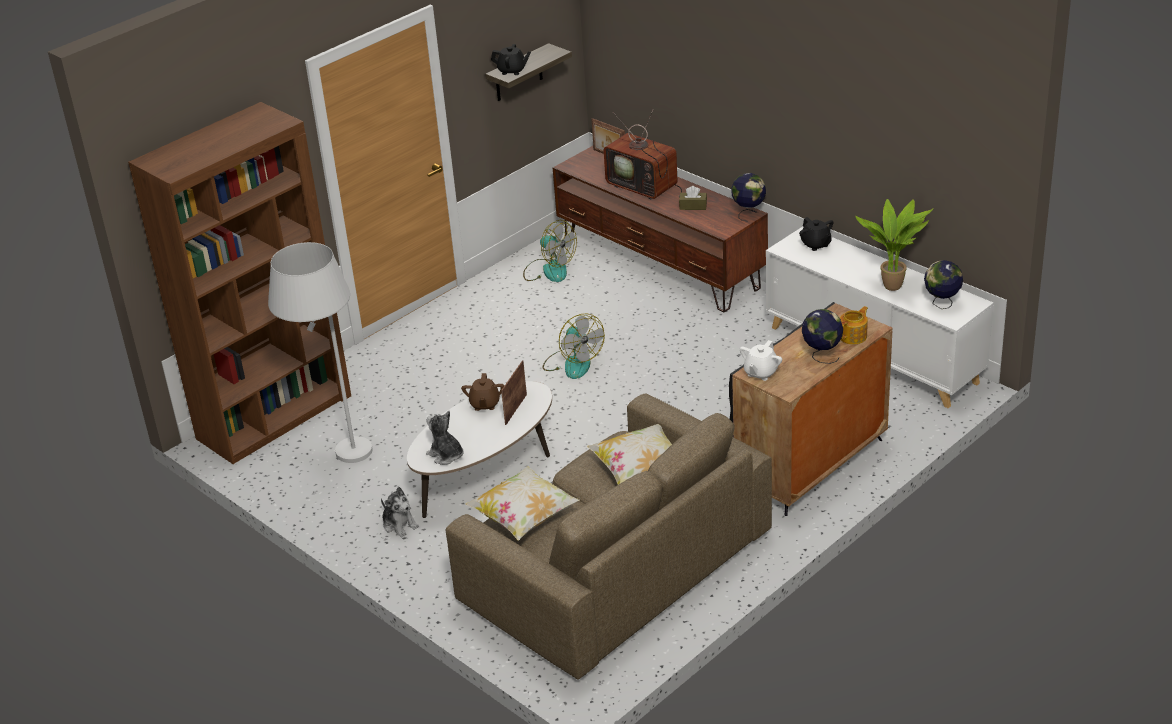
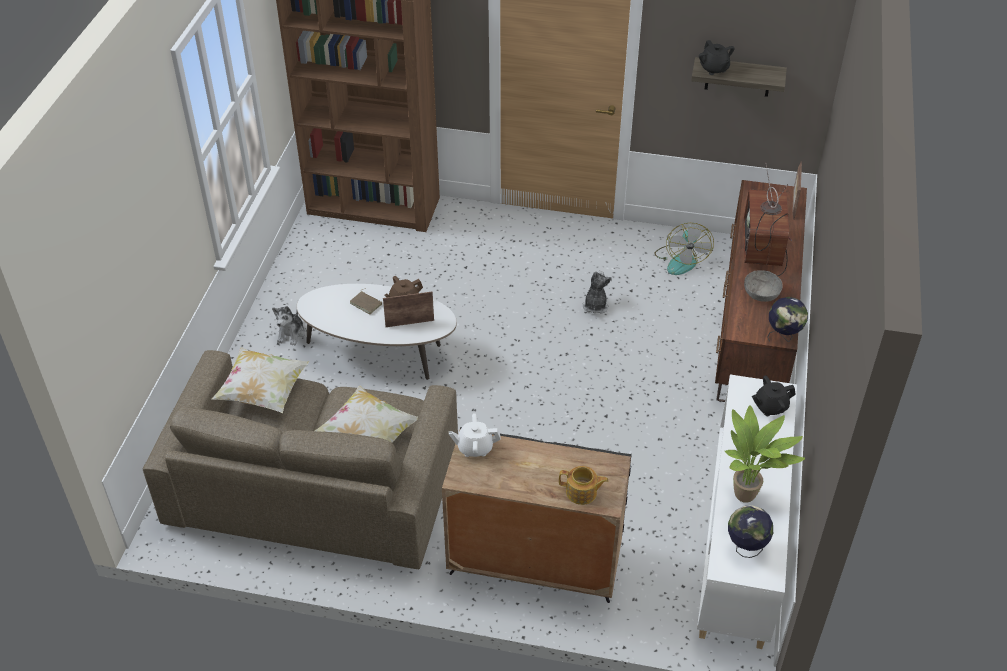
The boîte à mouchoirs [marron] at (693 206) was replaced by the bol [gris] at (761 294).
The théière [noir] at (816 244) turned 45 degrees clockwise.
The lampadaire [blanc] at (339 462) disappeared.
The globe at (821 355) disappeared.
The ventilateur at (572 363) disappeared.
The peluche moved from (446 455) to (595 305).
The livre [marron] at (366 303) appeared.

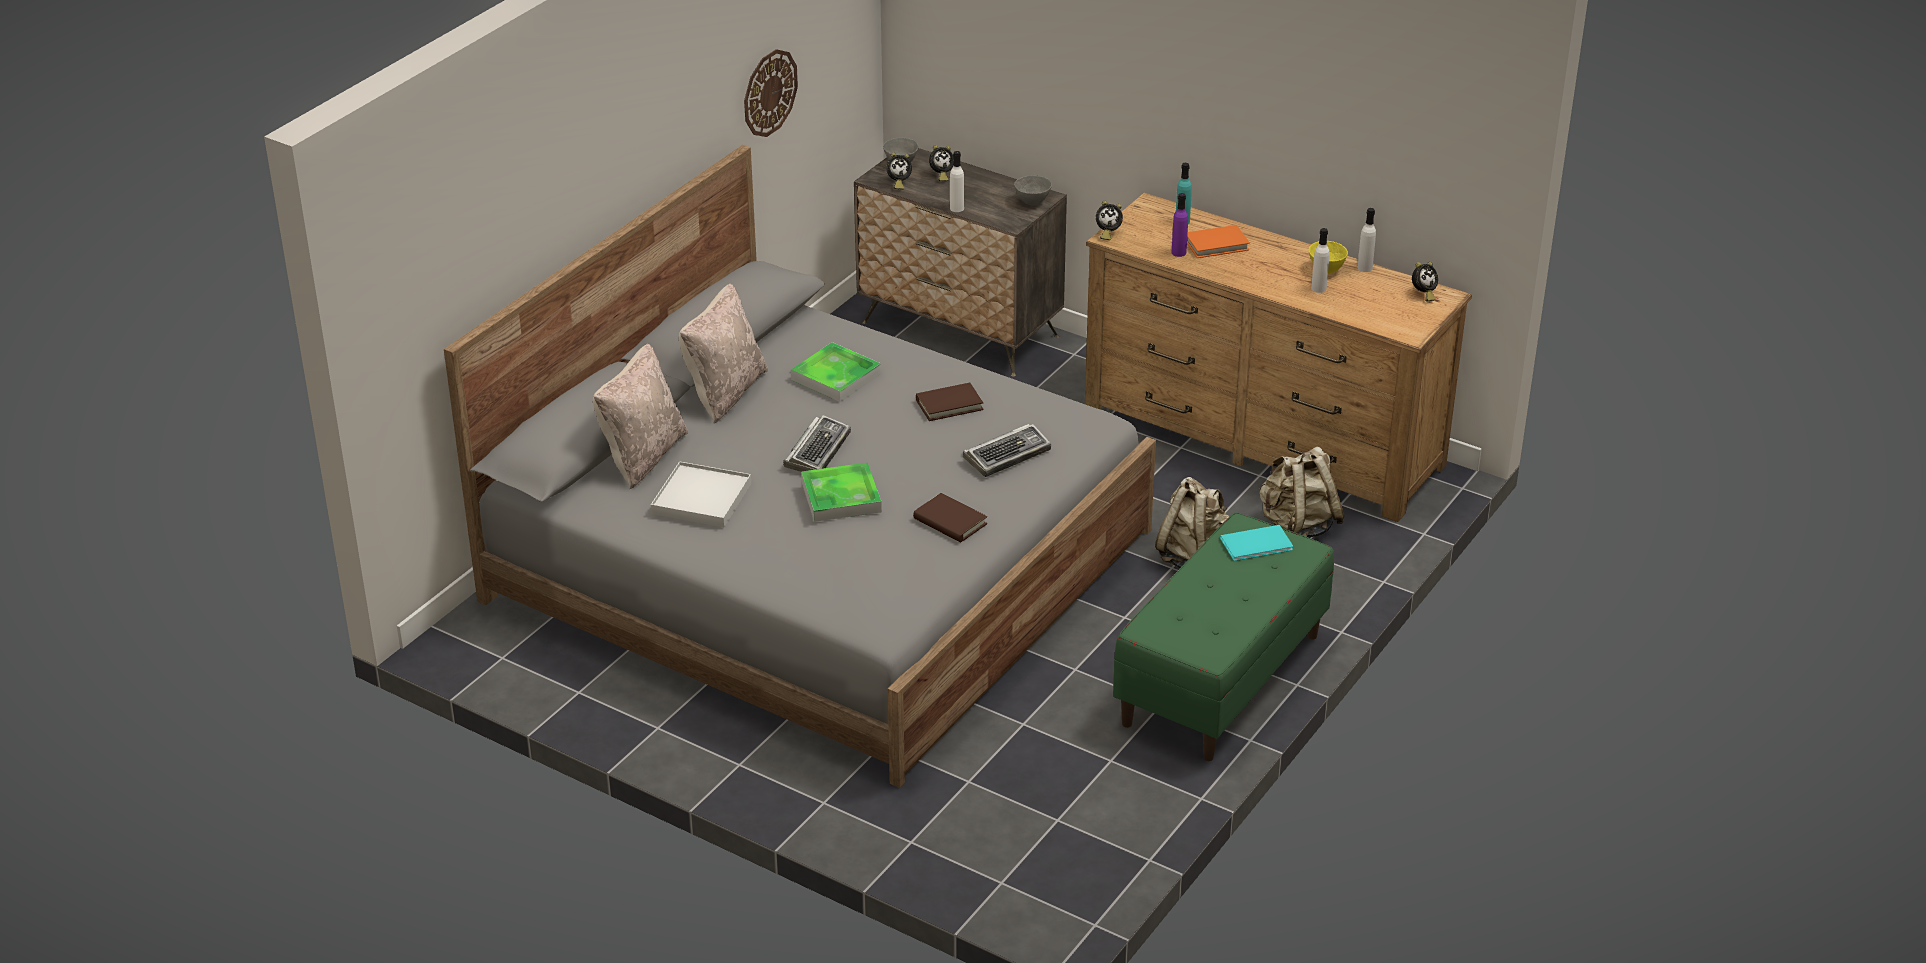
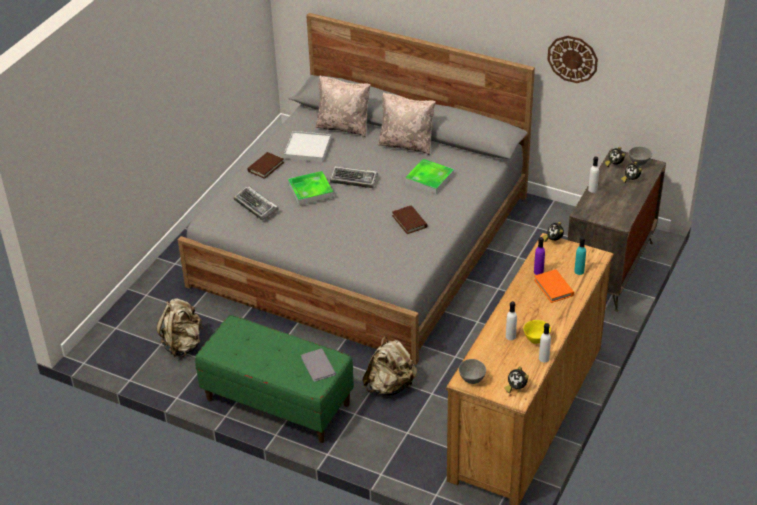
The bol [gris] moved from (1032 202) to (471 380).
The clavier moved from (1007 455) to (256 206).
The sac à dos [beige] moved from (1297 526) to (183 344).
The livre [marron] moved from (950 521) to (265 167).
The livre [turquoise] at (1258 544) became the livre [gris] at (317 366).

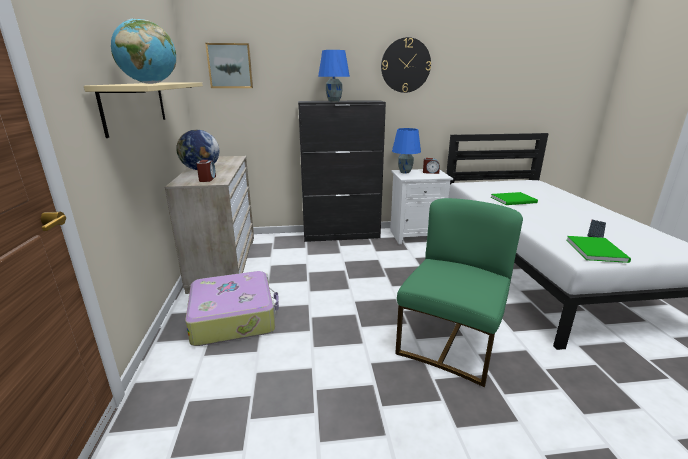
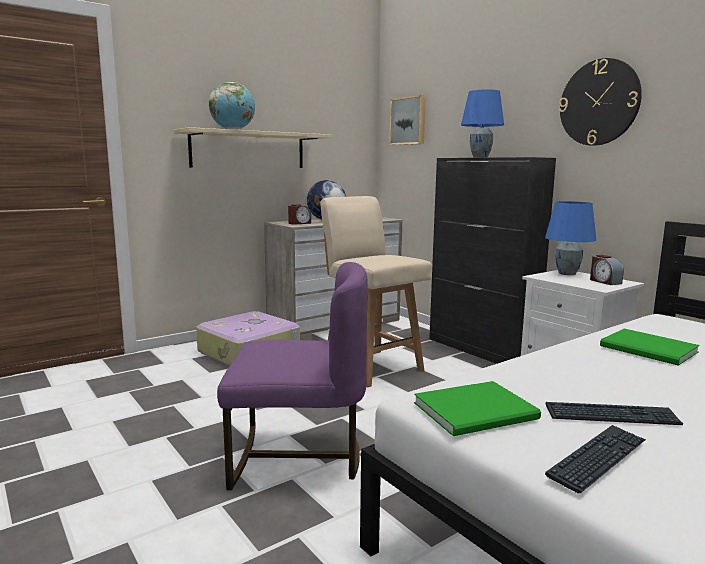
The chaise [vert] at (450 343) became the chaise [violet] at (298 457).
The chaise [beige] at (371 366) appeared.
The clavier at (598 459) appeared.

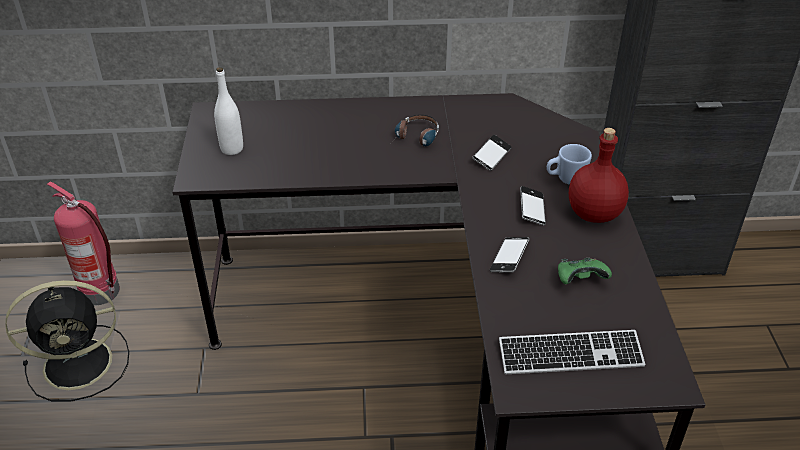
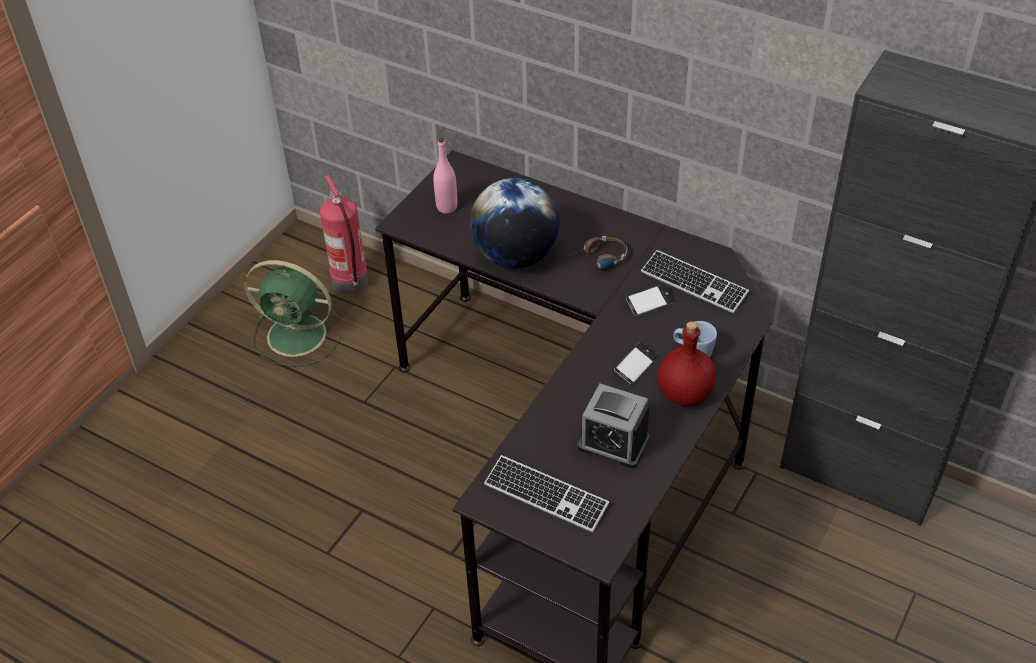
The bouteille [blanc] at (232 149) became the bouteille [rose] at (447 207).
The téléphone at (509 258) disappeared.
The manette [vert] at (580 280) was replaced by the réveil at (613 443).
The ventilateur [noir] at (81 363) became the ventilateur [vert] at (299 335).
The globe at (516 256) appeared.
The clavier at (693 283) appeared.

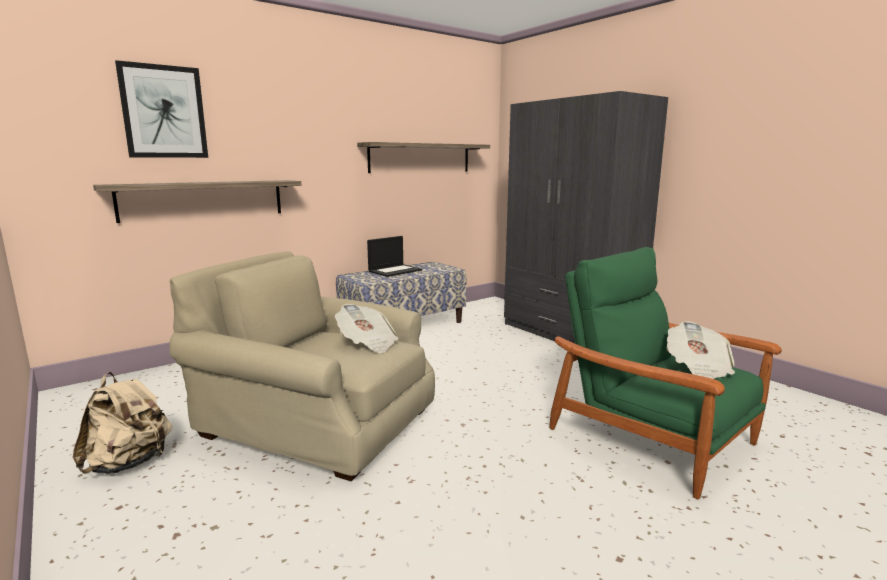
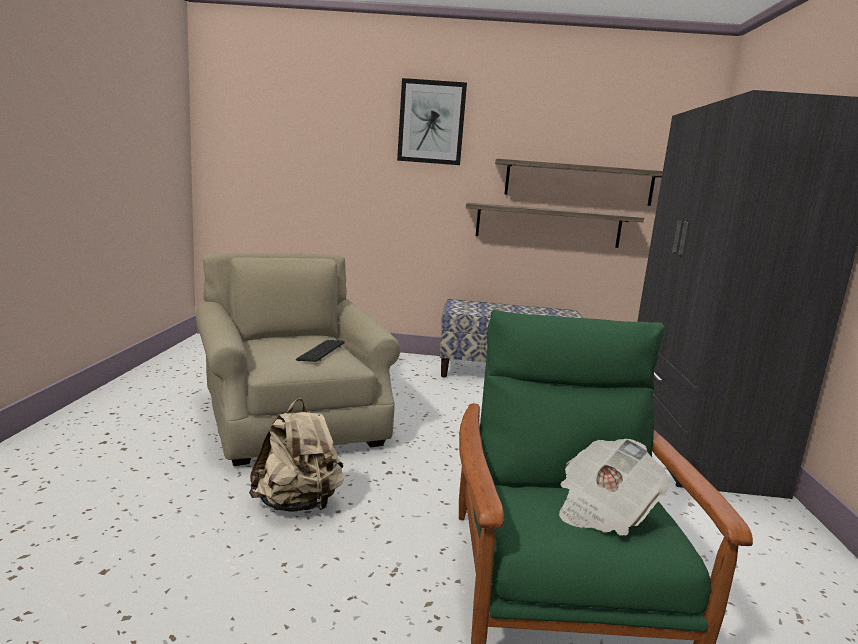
The tableau moved from (164 112) to (431 122).
The étagère moved from (203 200) to (548 225).
The ordinateur portable at (395 270) disappeared.
The journal at (367 343) was replaced by the clavier at (321 352).
The sac à dos [beige] moved from (129 463) to (298 503).

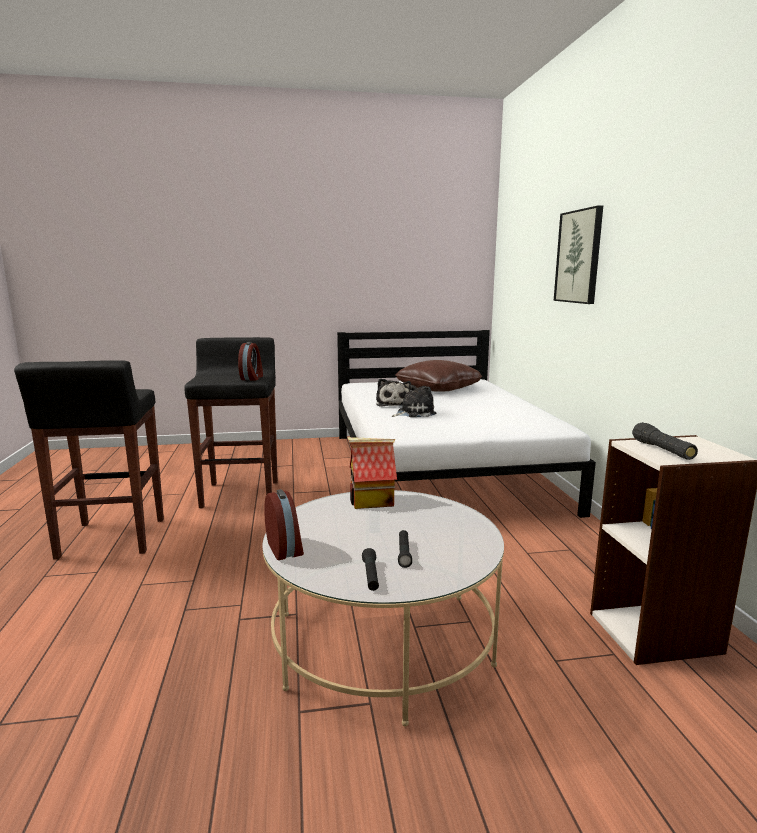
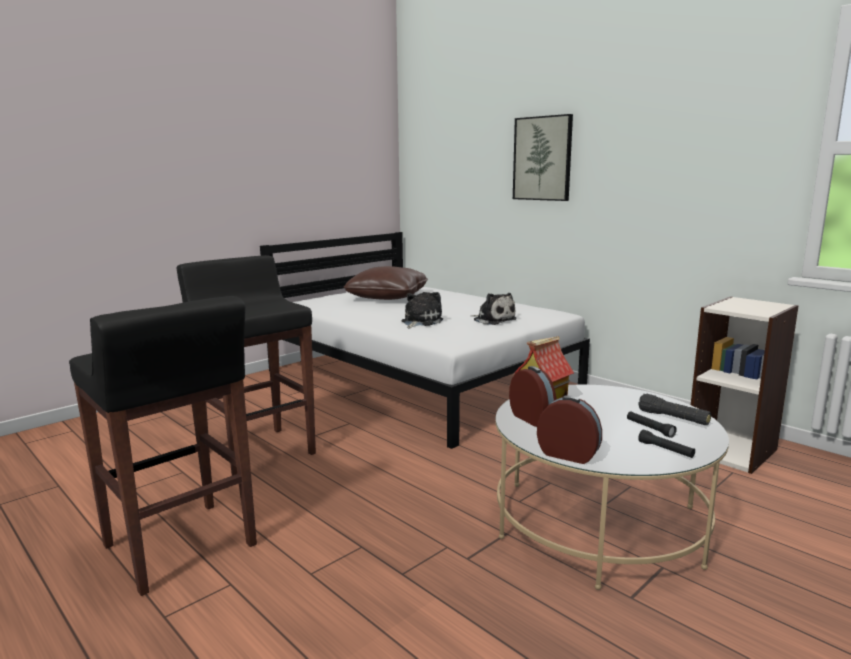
The réveil moved from (252 378) to (533 418).
The peluche moved from (393 403) to (493 320).
The lampe de poche [noir] moved from (662 450) to (673 418).

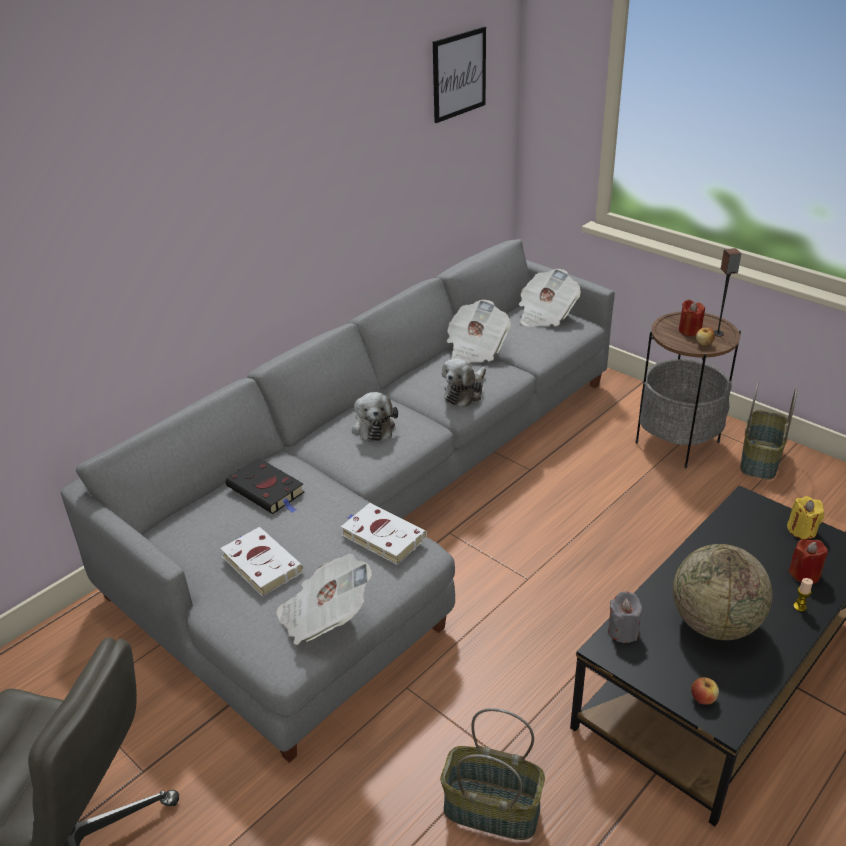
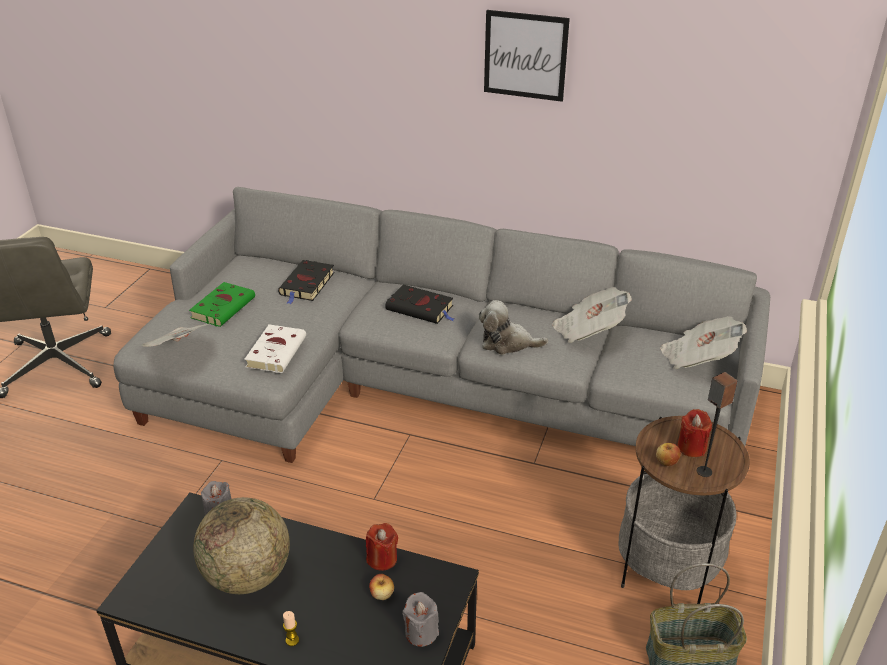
The tableau moved from (459 74) to (525 55).
The peluche at (373 426) was replaced by the livre [noir] at (421 308).
The bougie [jaune] at (802 530) became the bougie [gris] at (421 632).
The livre [blanc] at (260 564) became the livre [vert] at (224 307).
The bougie [rouge] moved from (804 574) to (382 559).
The pomme moved from (703 698) to (382 594).
The panier at (490 810) disappeared.

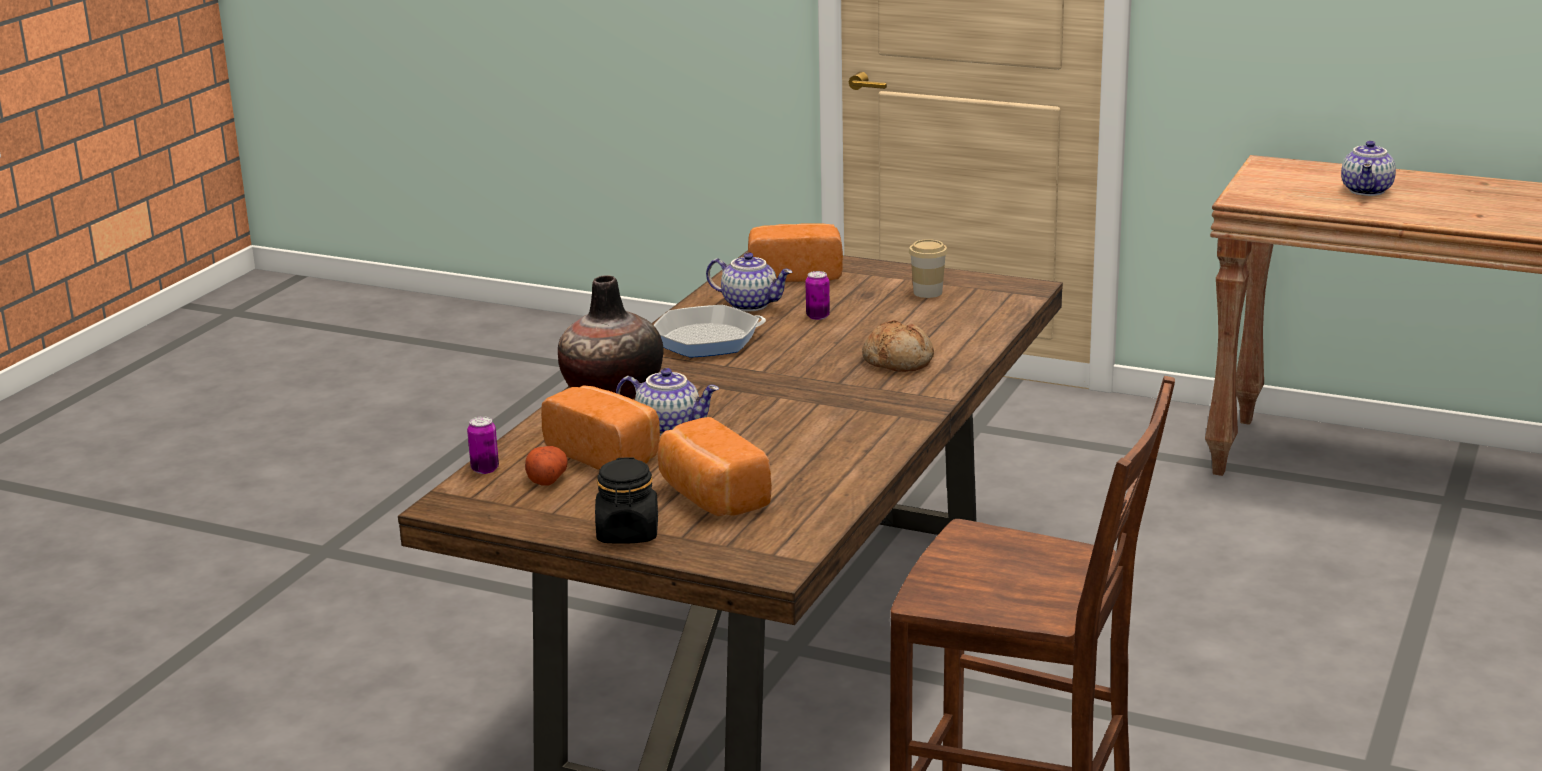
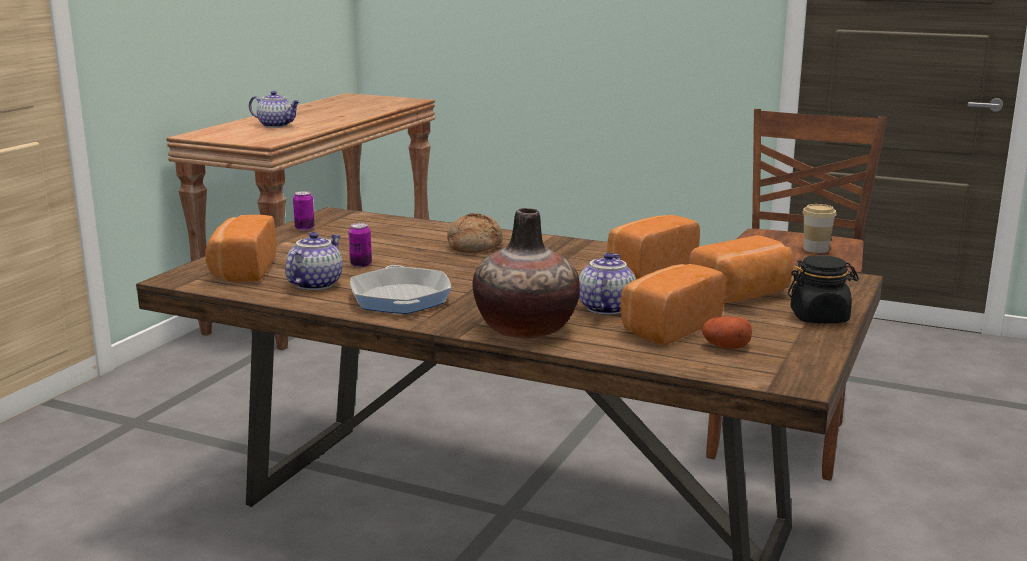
The tasse moved from (927 292) to (816 249).
The boîte métallique moved from (485 469) to (304 228).
The pain at (649 267) appeared.

